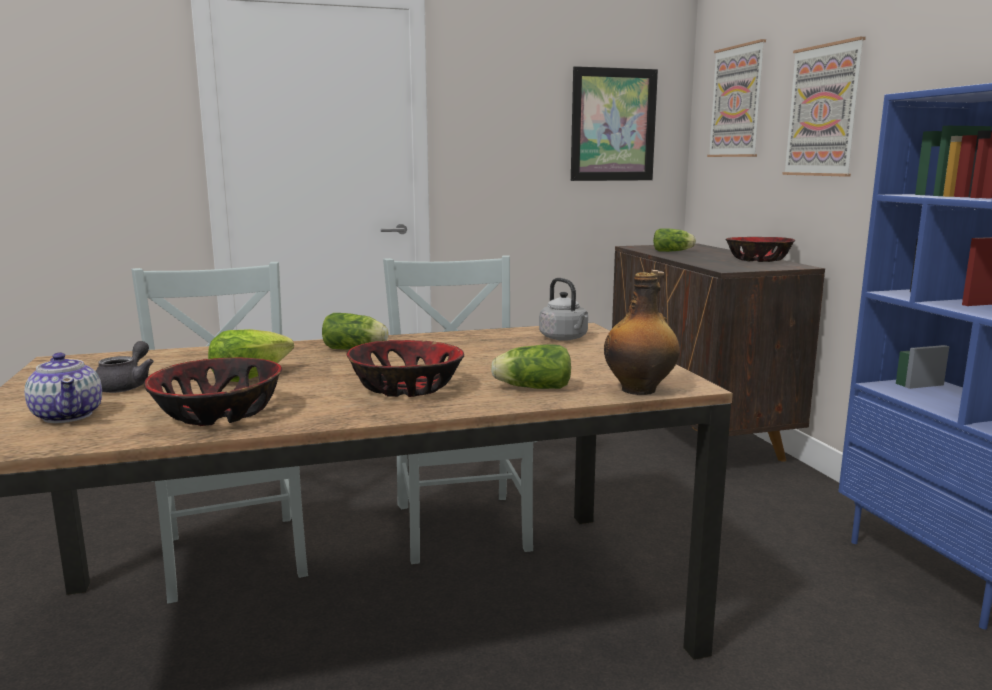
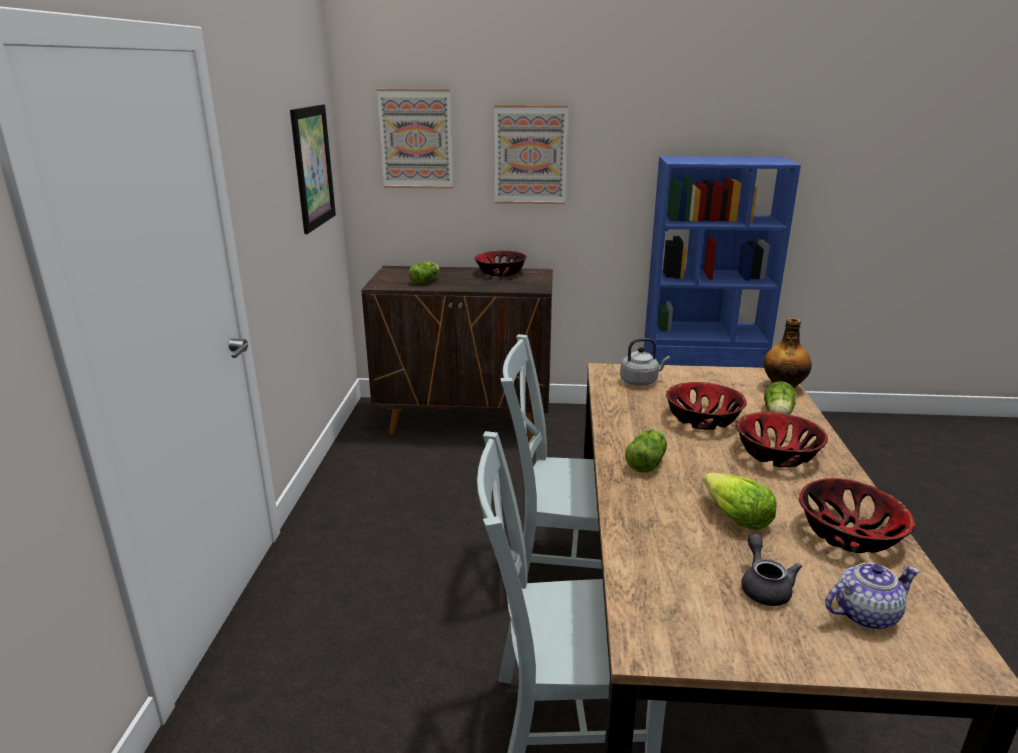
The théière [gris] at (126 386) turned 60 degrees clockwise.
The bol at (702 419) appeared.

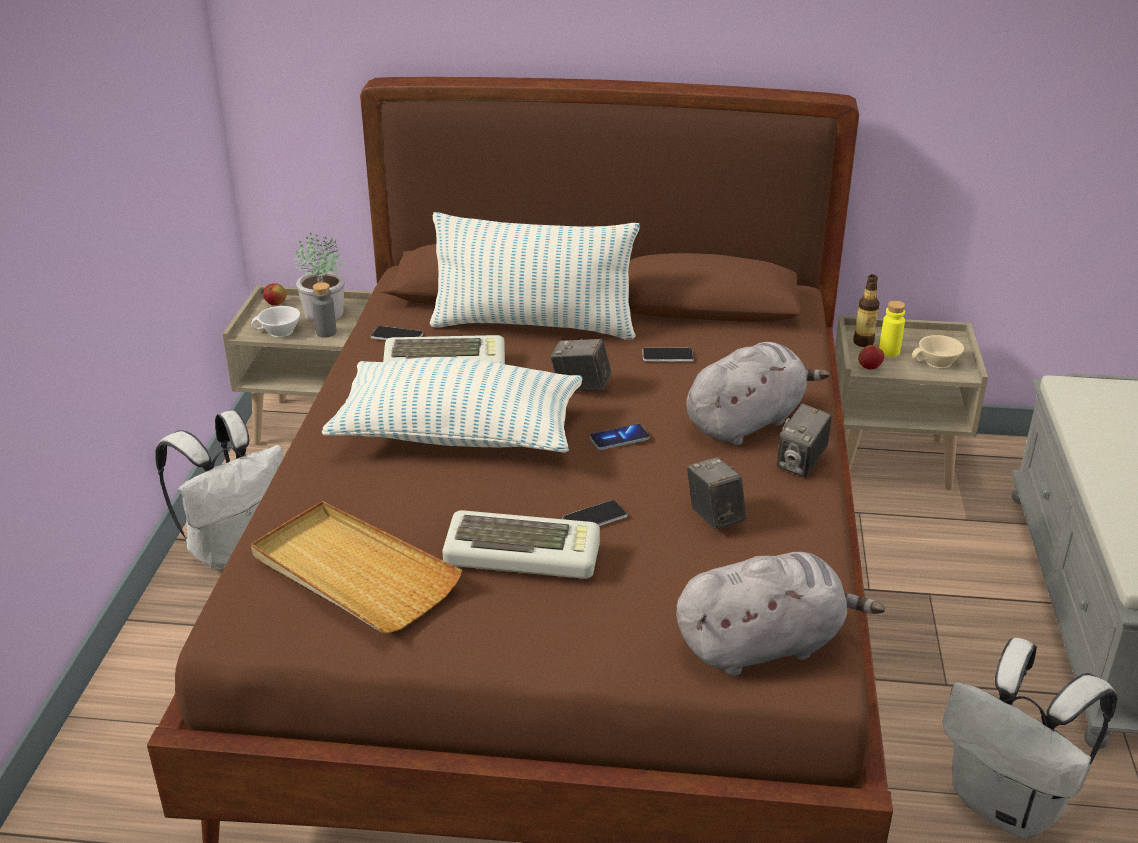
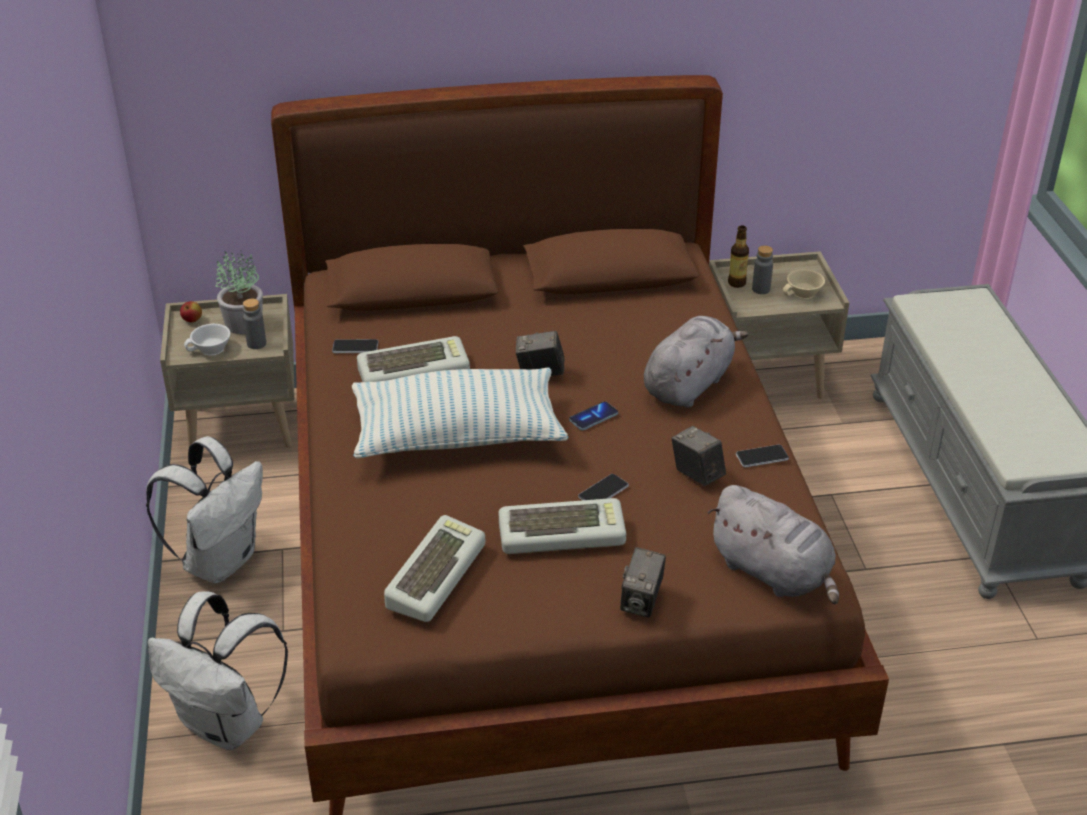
The coussin at (534 326) disappeared.
The bouteille [jaune] at (889 352) became the bouteille [gris] at (761 289).
The pomme at (869 367) disappeared.
The téléphone moved from (667 356) to (762 457).
The appareil photo moved from (801 464) to (641 601).
The plateau [beige] at (353 572) was replaced by the clavier at (434 574).
The peluche [gris] at (764 645) turned 75 degrees clockwise.
The sac à dos [blanc] moved from (1008 805) to (228 724).

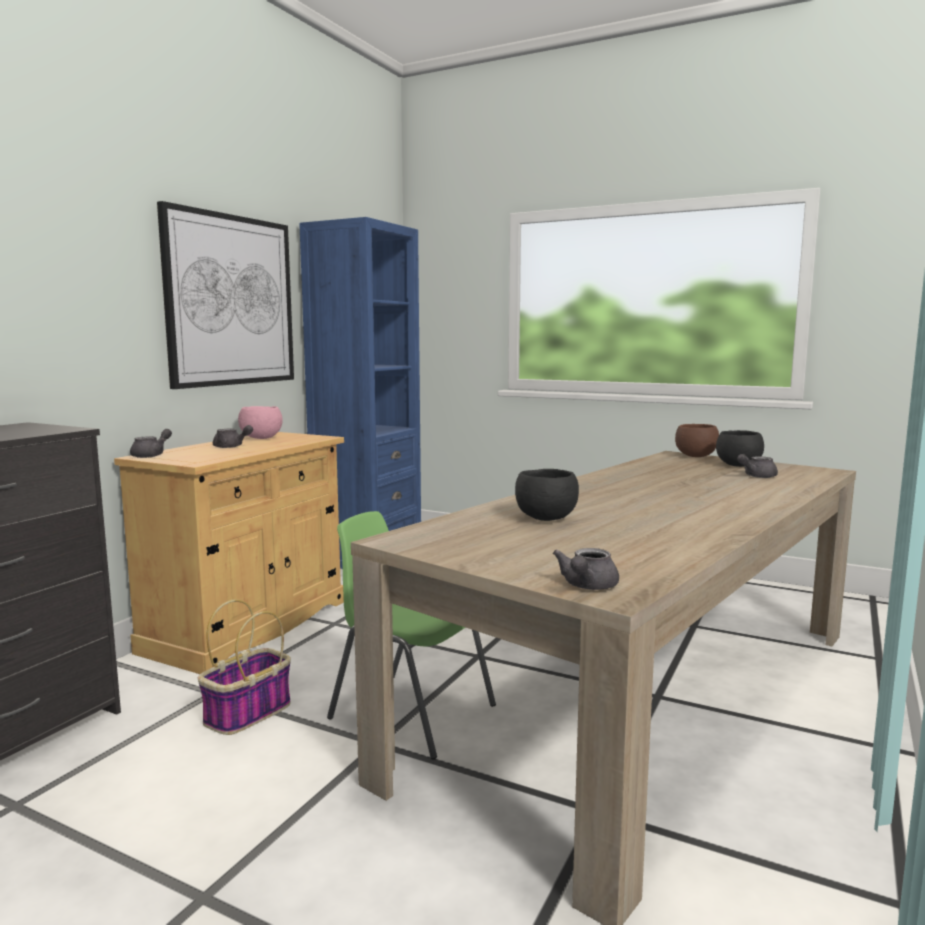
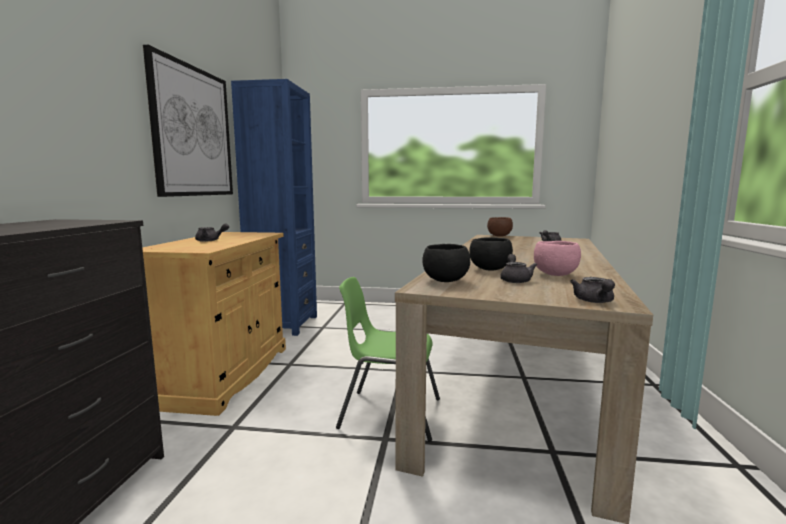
The bol [rose] moved from (261 438) to (555 275).
The théière [gris] moved from (152 455) to (515 280).
The bol [noir] moved from (738 466) to (445 281).
The panier at (247 714) disappeared.

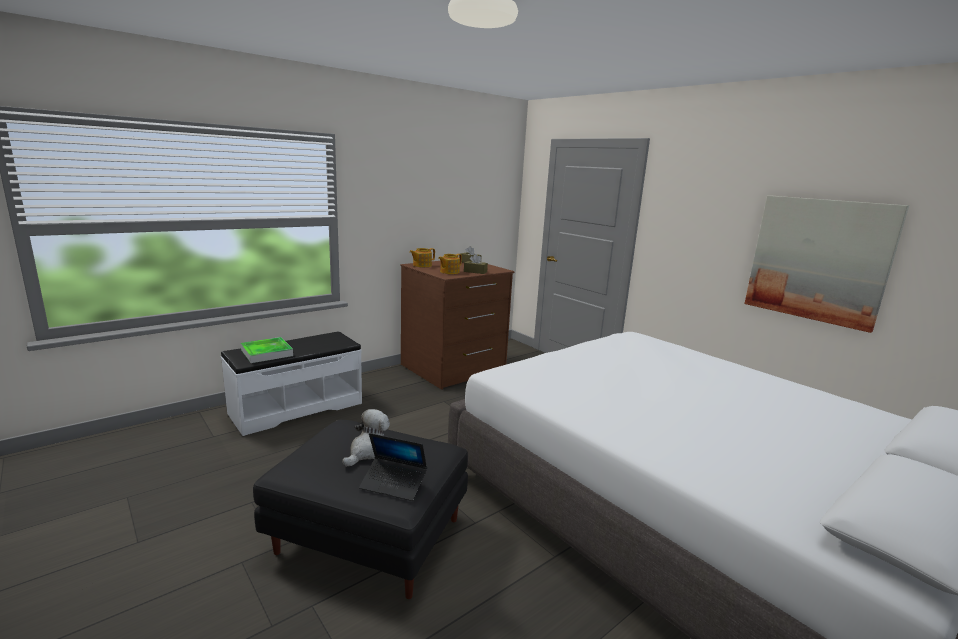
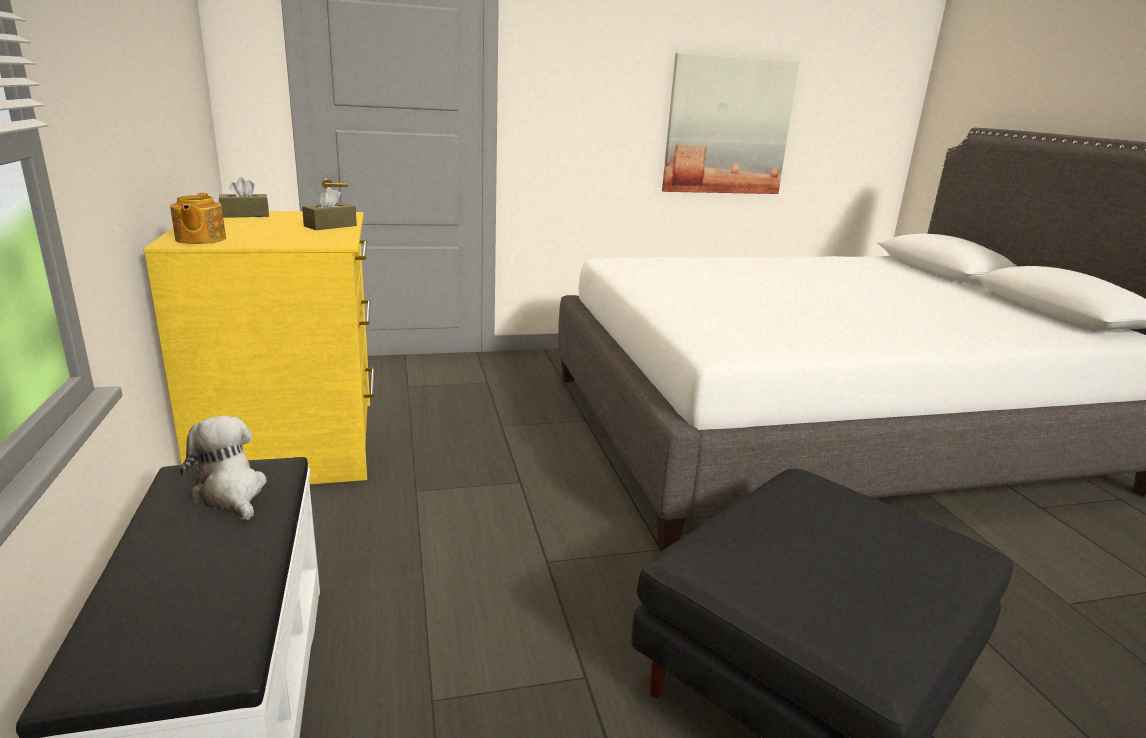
The théière at (449 272) disappeared.
The commode [marron] at (454 368) became the commode [jaune] at (294 443).
The plateau at (267 353) disappeared.
The peluche moved from (367 451) to (231 493).
The ordinateur portable at (393 484) disappeared.

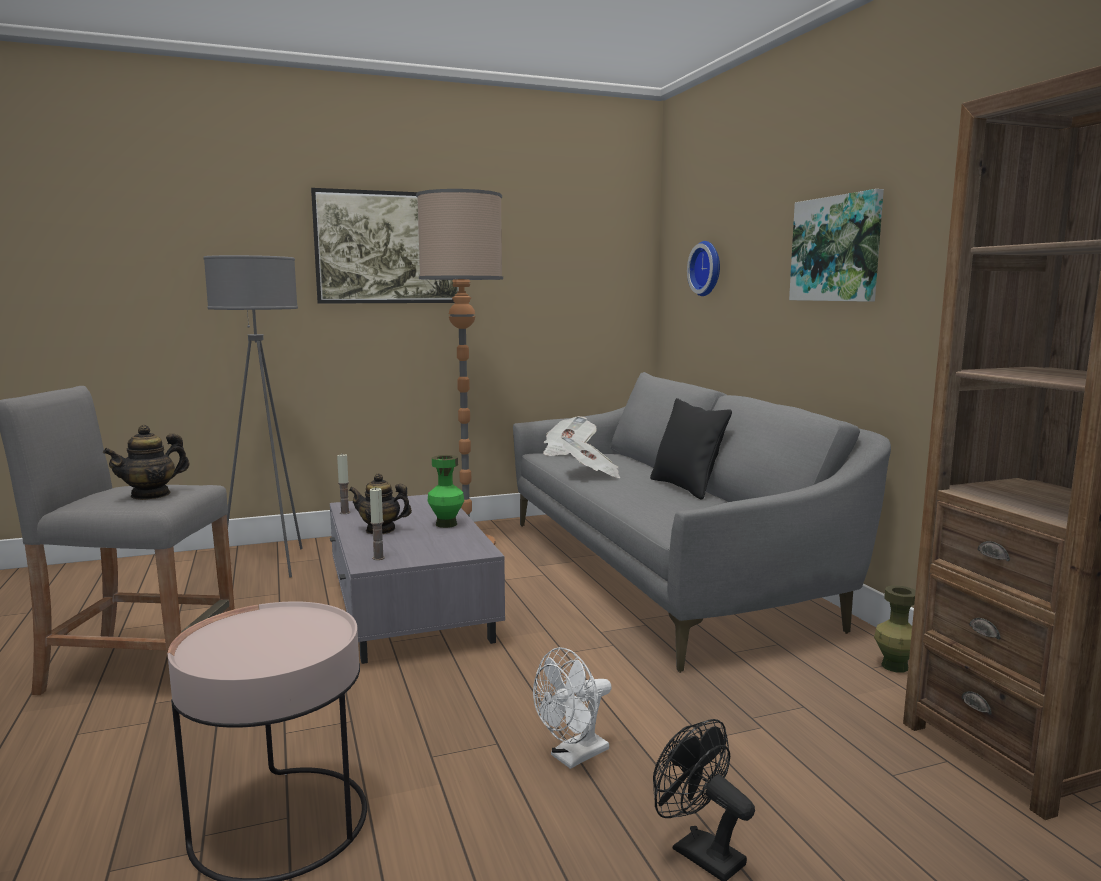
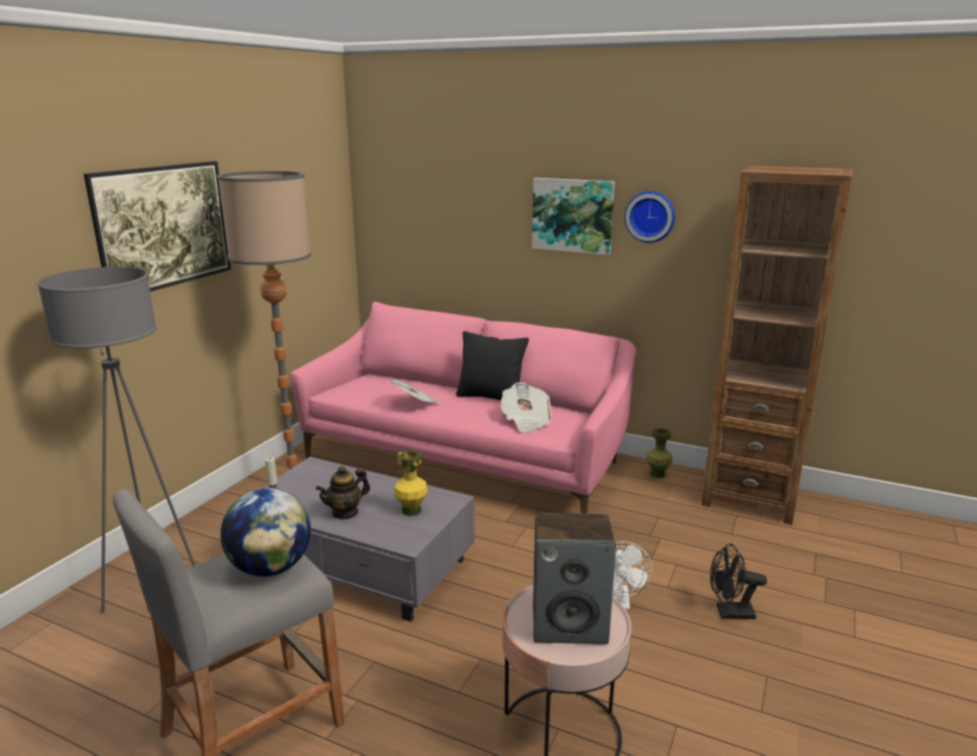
The horloge murale moved from (707 268) to (650 216).
The canapé [gris] at (663 571) became the canapé [rose] at (466 459).
The journal moved from (567 451) to (526 421).
The théière at (151 495) was replaced by the globe at (271 568).
The vase [vert] at (446 524) disappeared.
The bougie at (378 558) disappeared.
The vase [jaune] at (411 511) appeared.
The enceinte at (570 625) appeared.

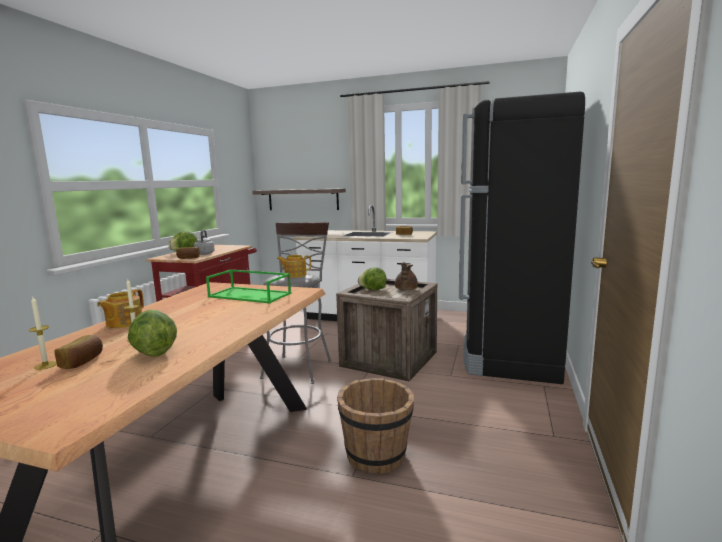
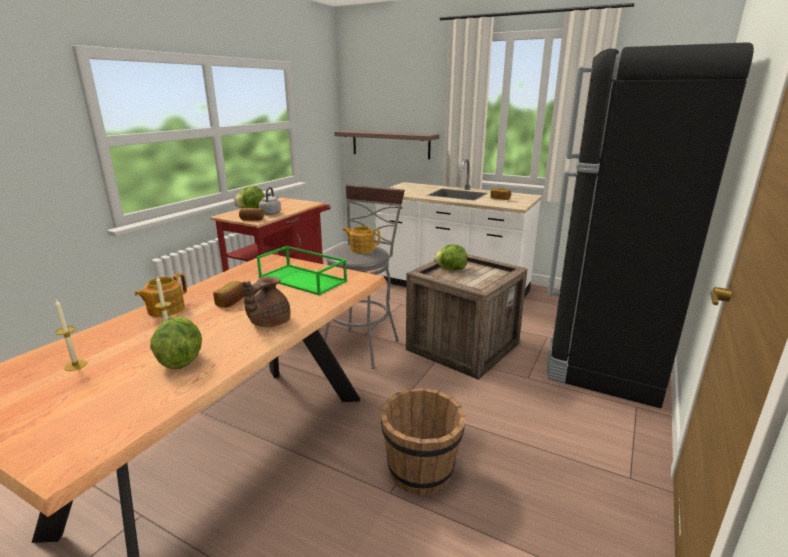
The théière [marron] moved from (405 289) to (268 323).
The pain moved from (82 362) to (232 302).

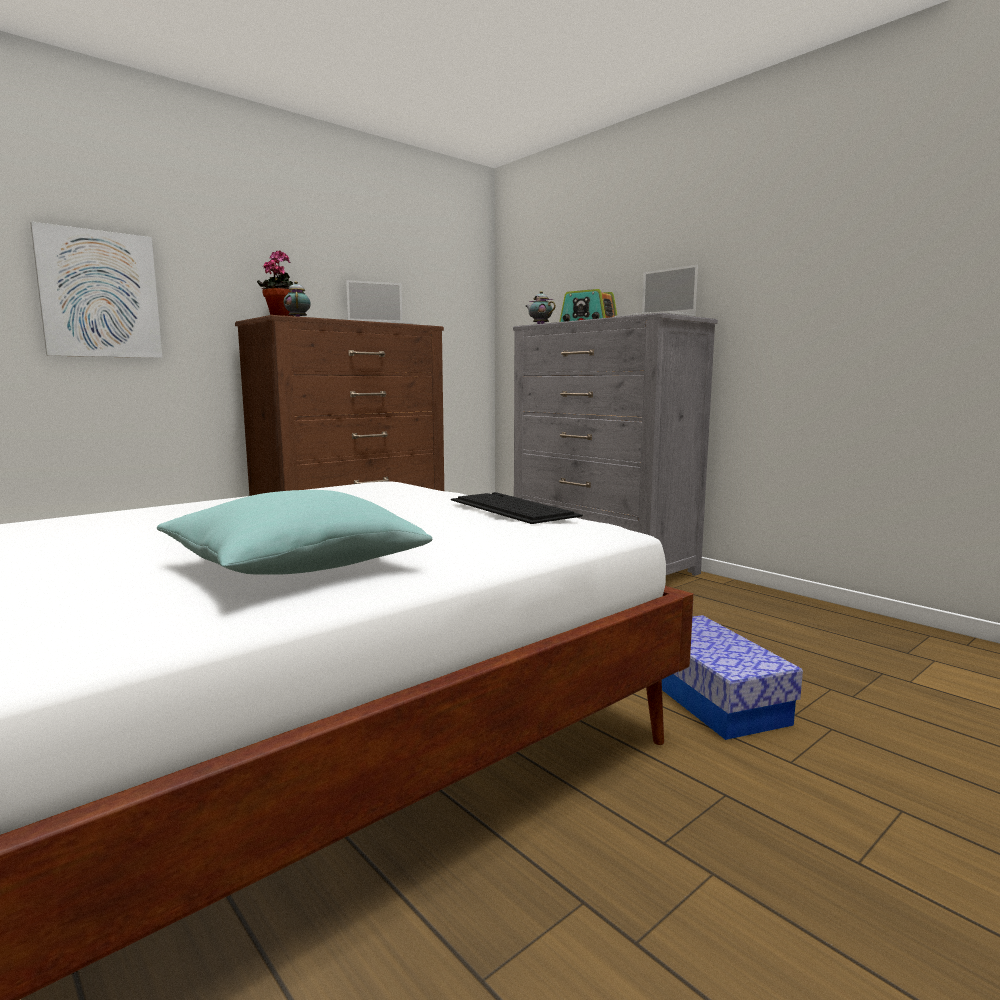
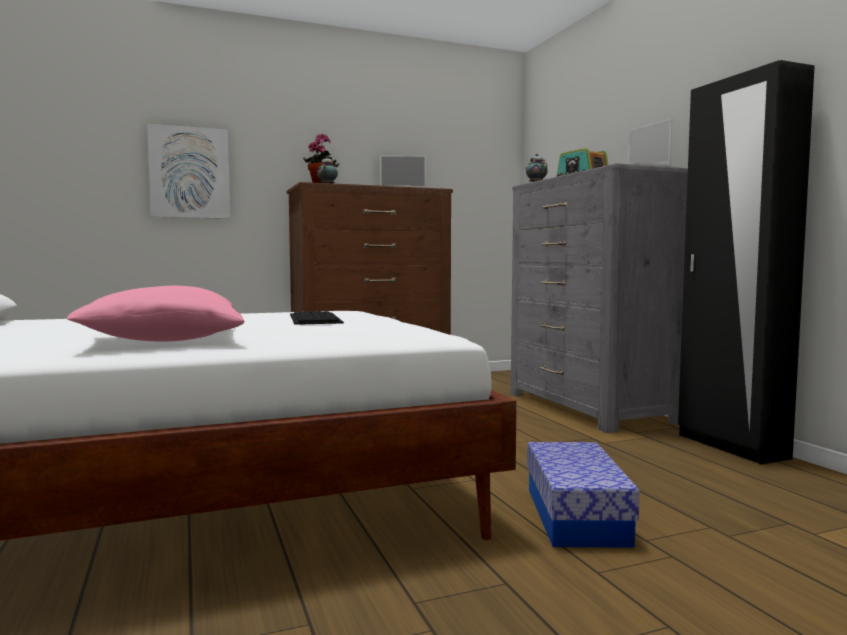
The coussin [turquoise] at (293 567) became the coussin [rose] at (163 340).
The clavier moved from (511 507) to (314 318).
The armoire [noir] at (731 446) appeared.

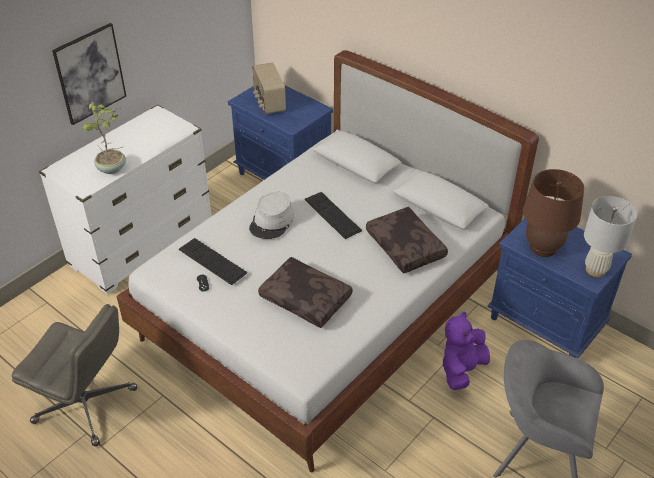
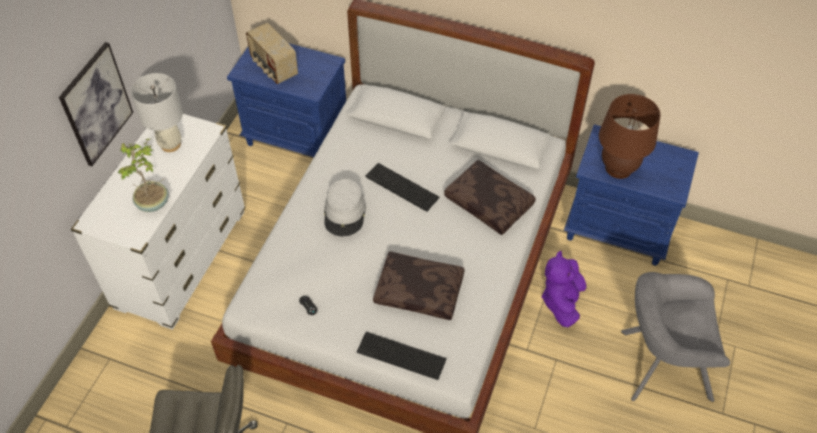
The lampe de table [blanc] moved from (595 270) to (170 144).
The clavier moved from (212 261) to (401 355).

